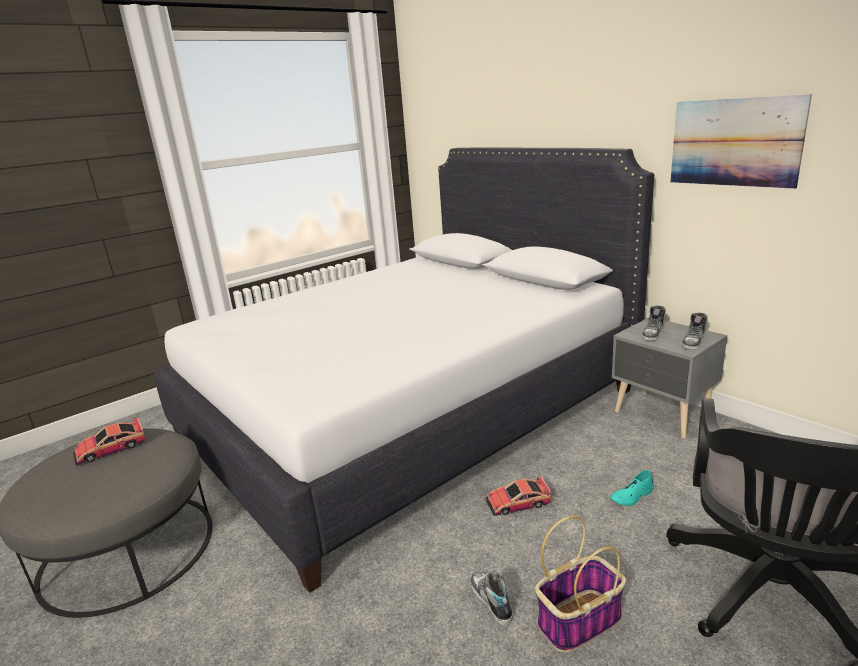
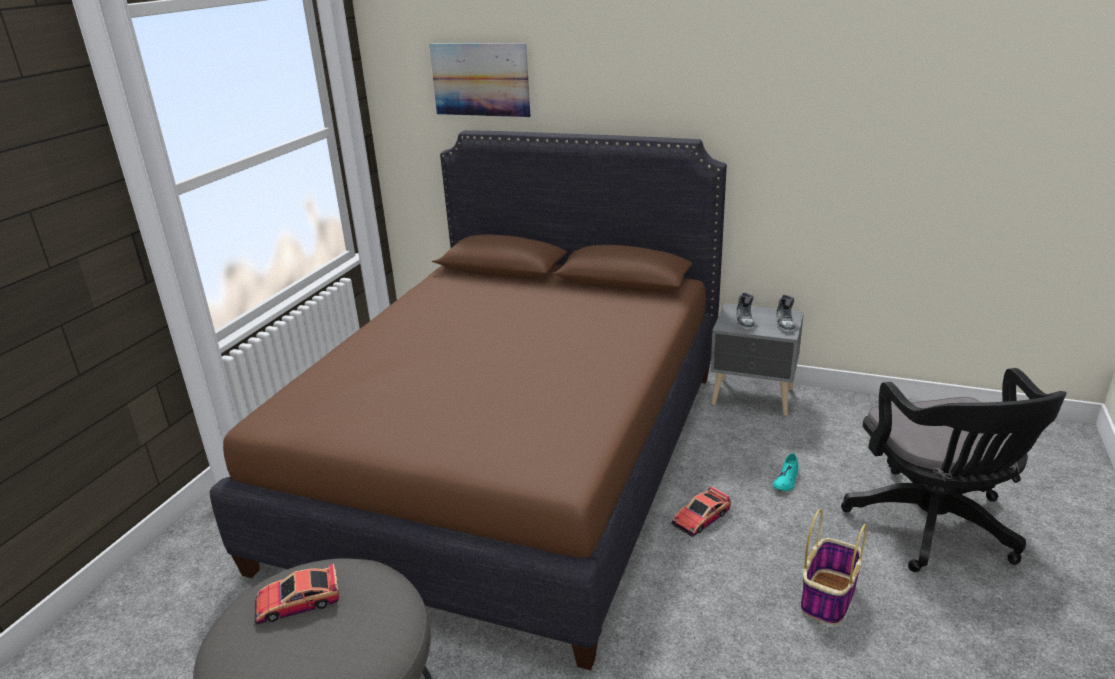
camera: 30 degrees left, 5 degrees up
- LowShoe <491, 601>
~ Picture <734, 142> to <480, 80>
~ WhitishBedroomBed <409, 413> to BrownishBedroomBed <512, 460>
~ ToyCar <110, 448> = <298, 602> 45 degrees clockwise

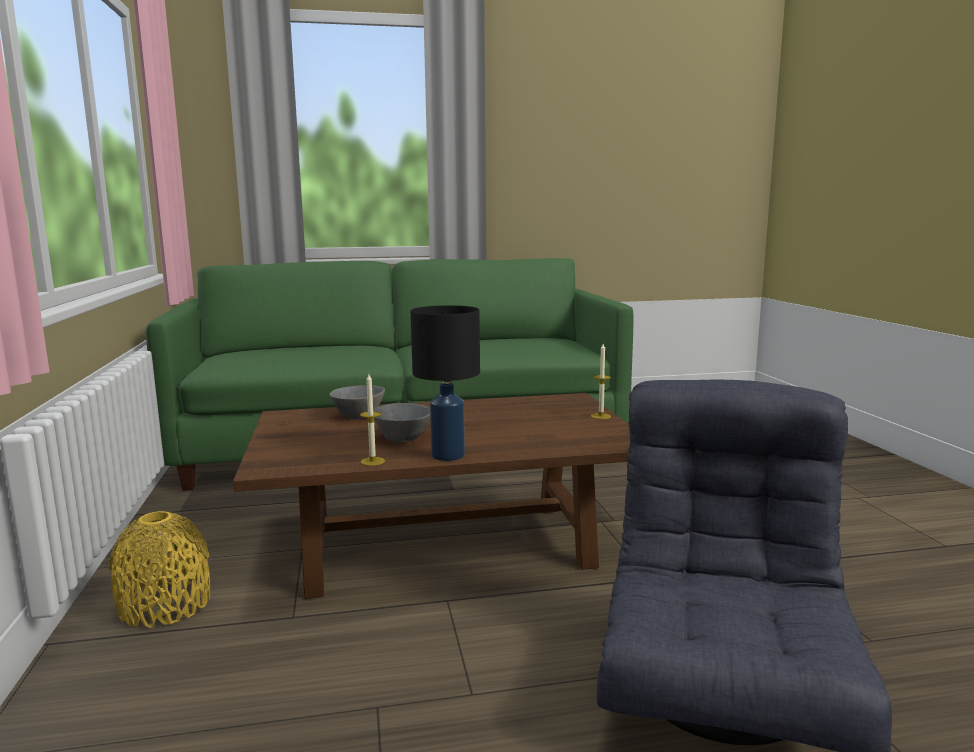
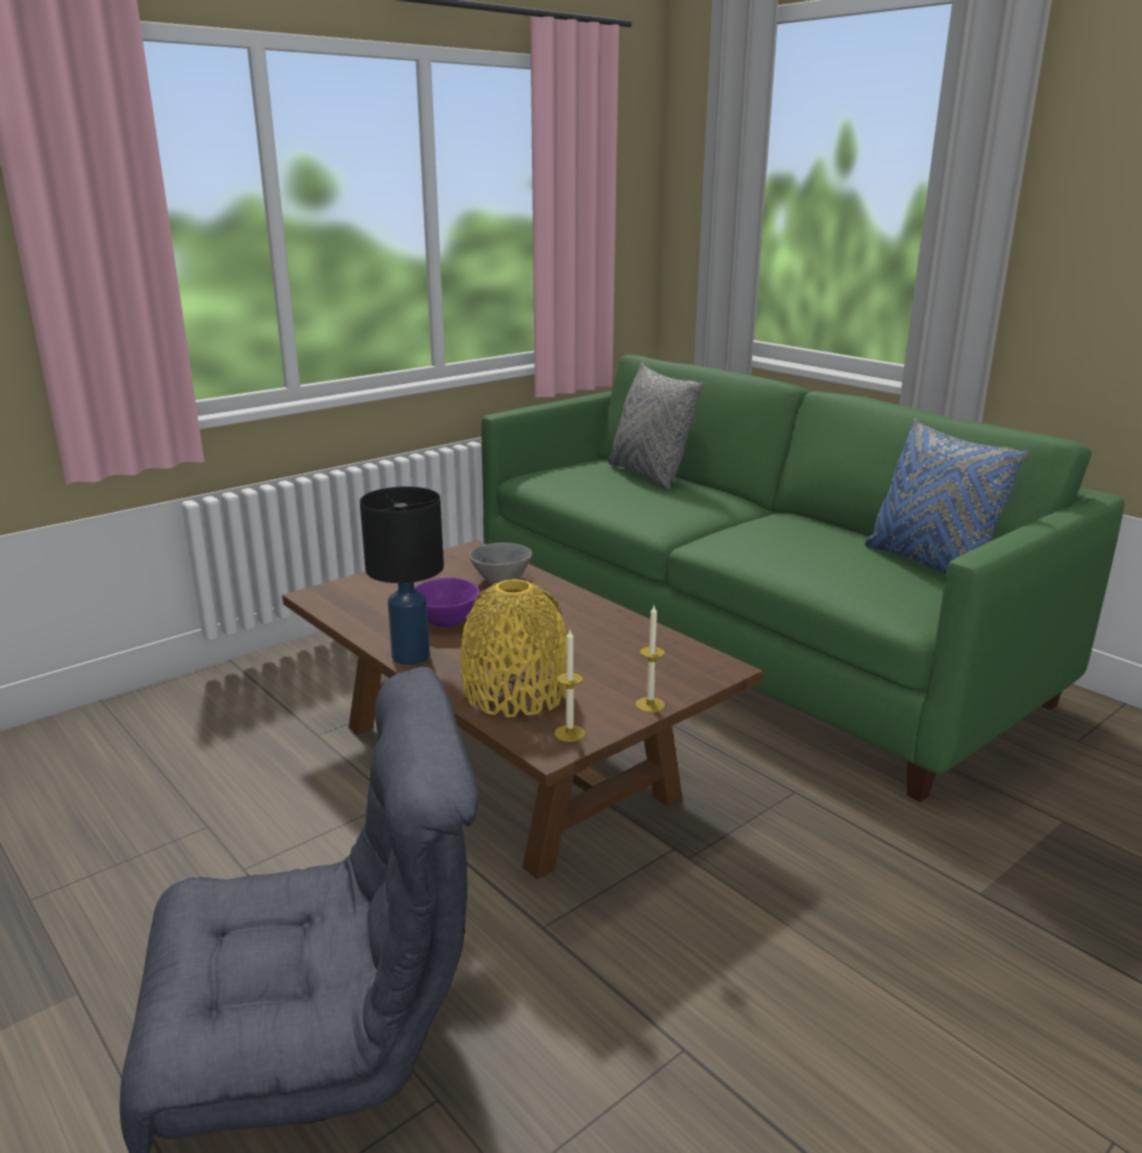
camera: 60 degrees right, 10 degrees up
+ GreyishCushion <648, 475>
+ BlueColouredCushion <928, 563>
~ YellowColouredFlowerVase <165, 605> to <516, 692>
~ WaxLight <372, 461> to <569, 733>
~ GreyishServingBowl <401, 439> to PurpleColouredServingBowl <444, 621>

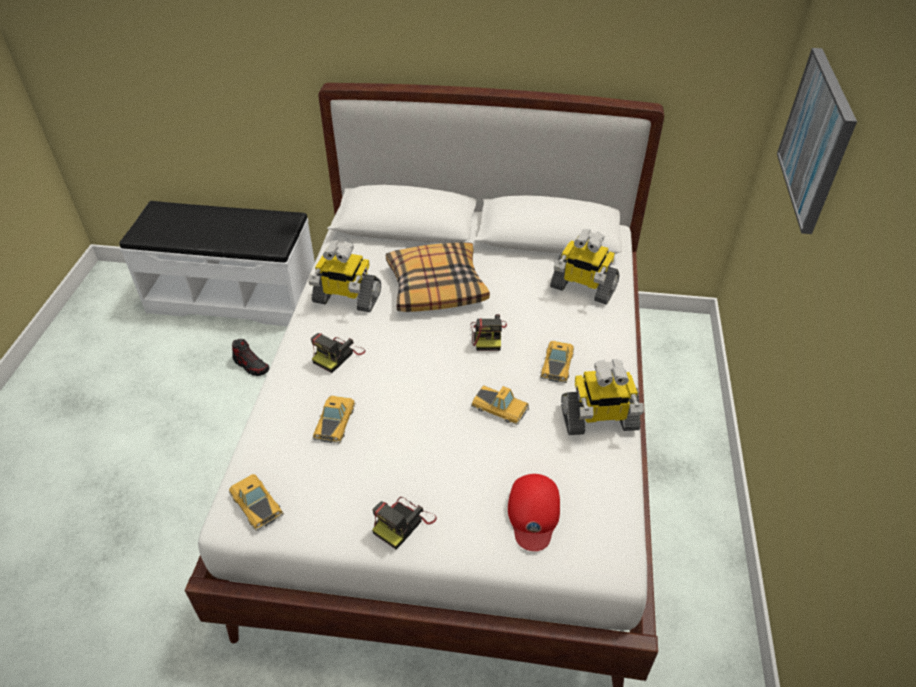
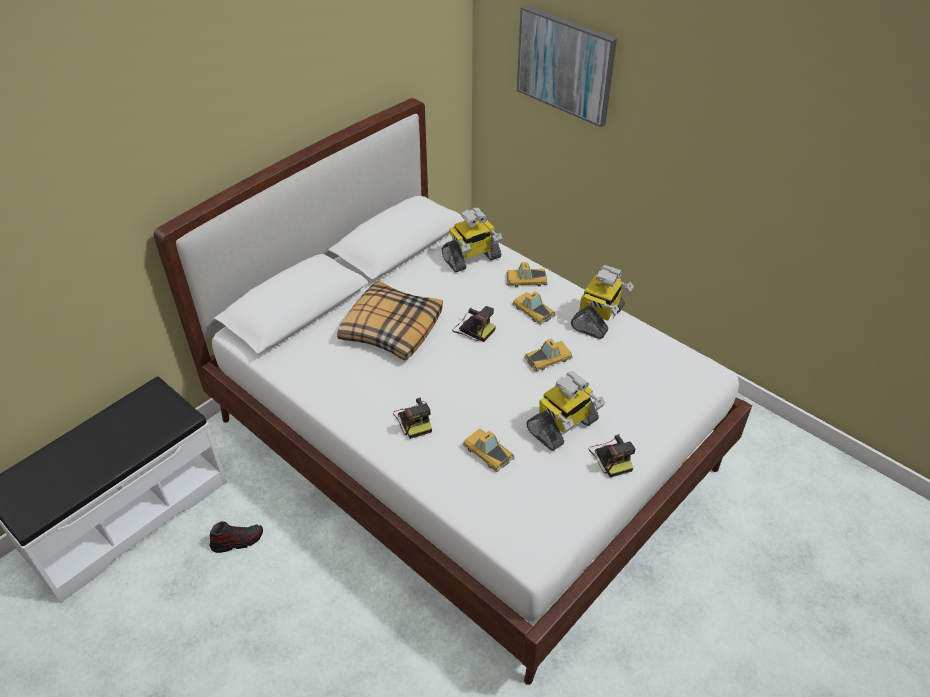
camera: 55 degrees left, 0 degrees up
- ReddishBaseballCap <533, 513>
~ ToyCar <256, 503> to <525, 279>
~ RobotFigure <346, 298> to <562, 427>

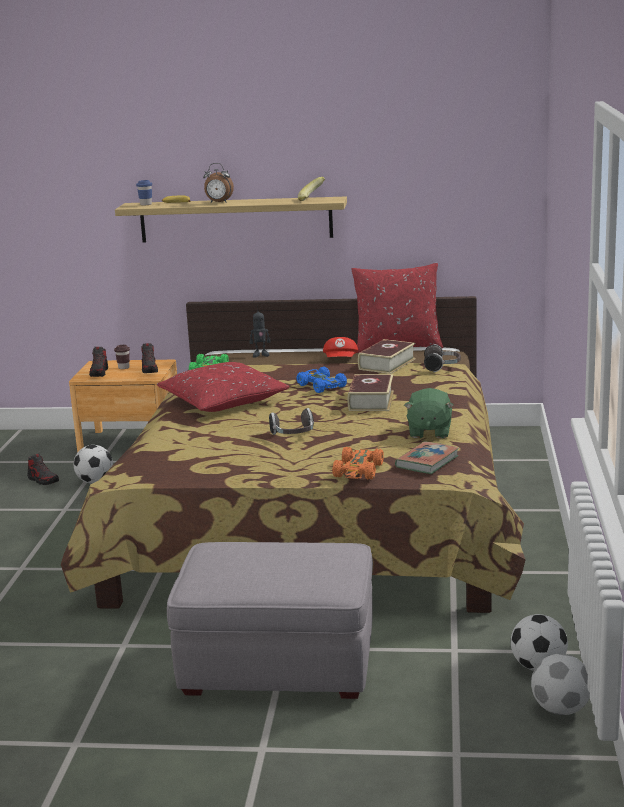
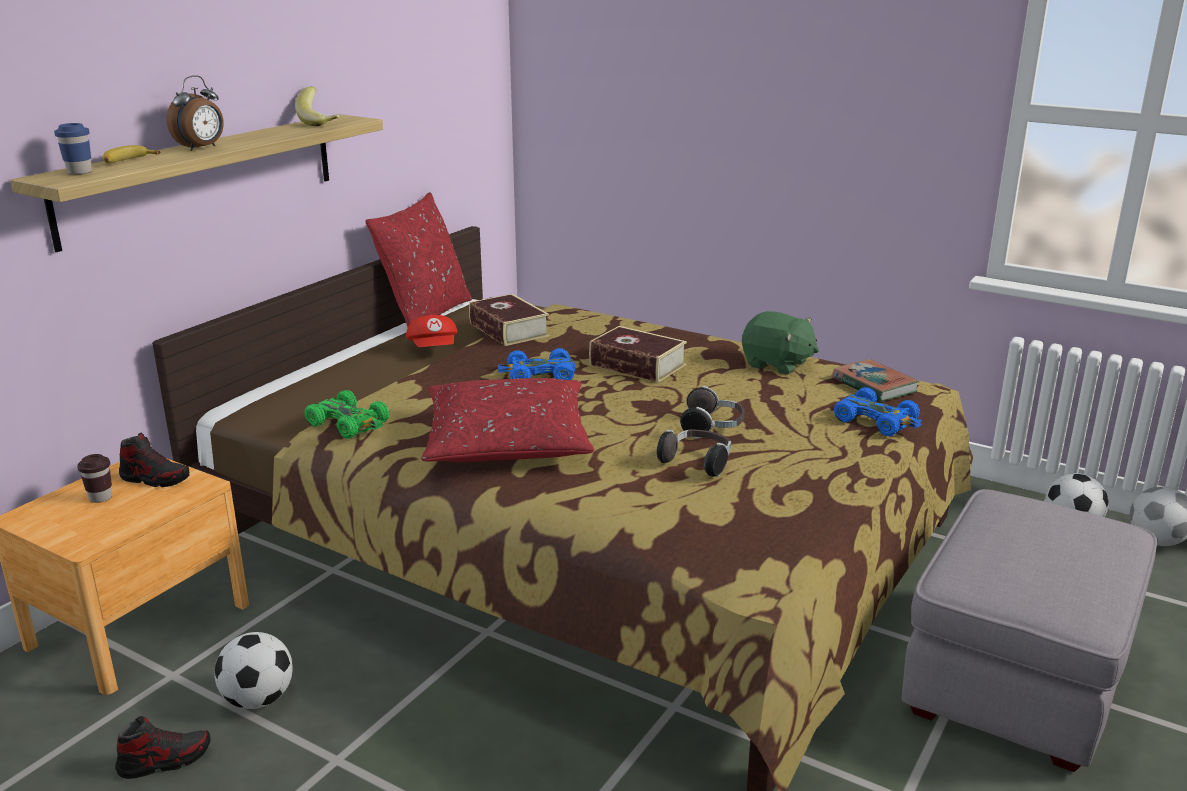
camera: 65 degrees left, 5 degrees up
- LowShoe <99, 373>
- RobotFigure <260, 355>
~ Headset <442, 367> to <697, 463>
~ OrangeColouredToyCar <358, 471> to BlueColouredToyCar <877, 421>
~ ReddishBaseballCap <341, 361> = <434, 349> 45 degrees clockwise

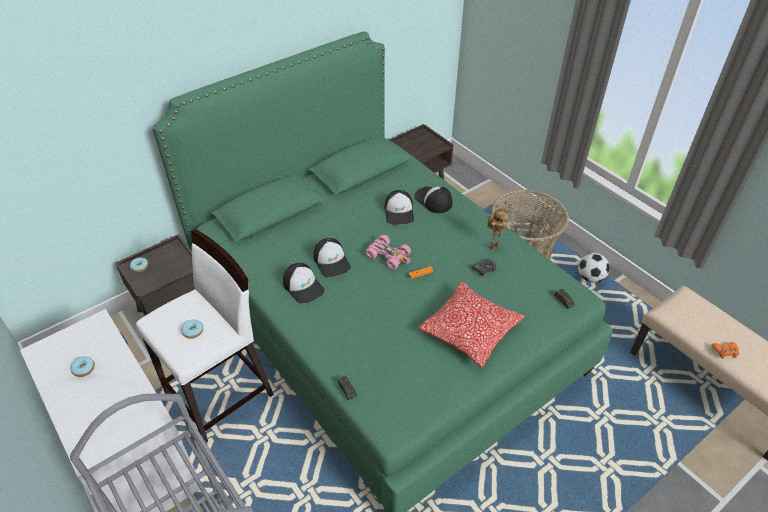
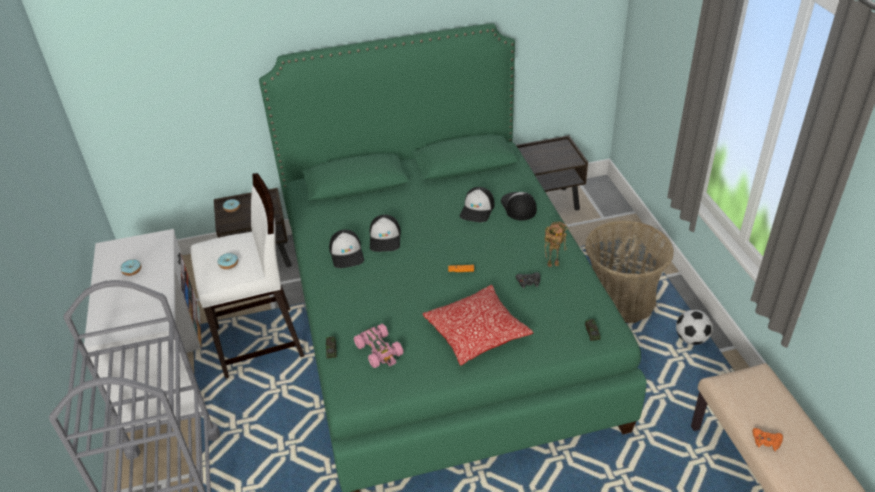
camera: 25 degrees right, 5 degrees down
~ PinkishToyCar <389, 256> to <379, 350>

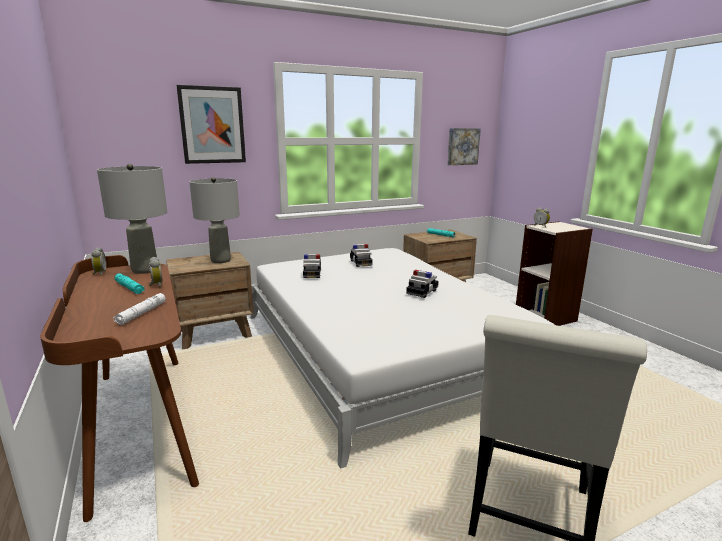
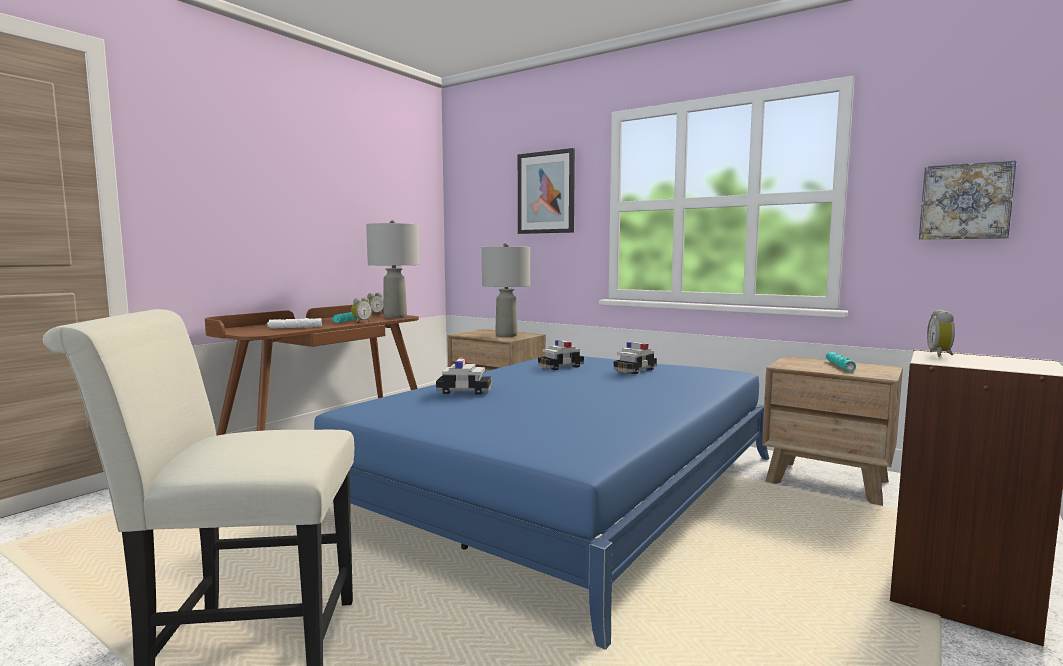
camera: 60 degrees right, 10 degrees down
~ ToyCar <422, 292> to <464, 391>
~ WhitishBedroomBed <379, 350> to BlueColouredBedroomBed <566, 486>

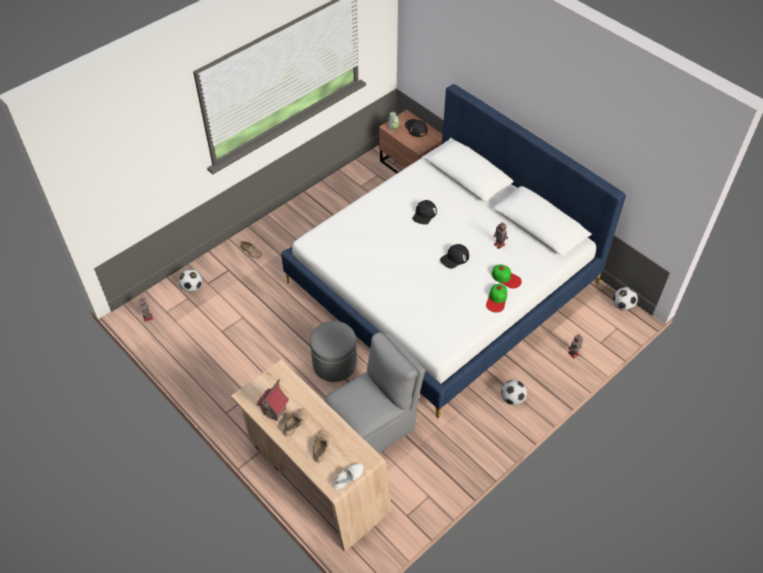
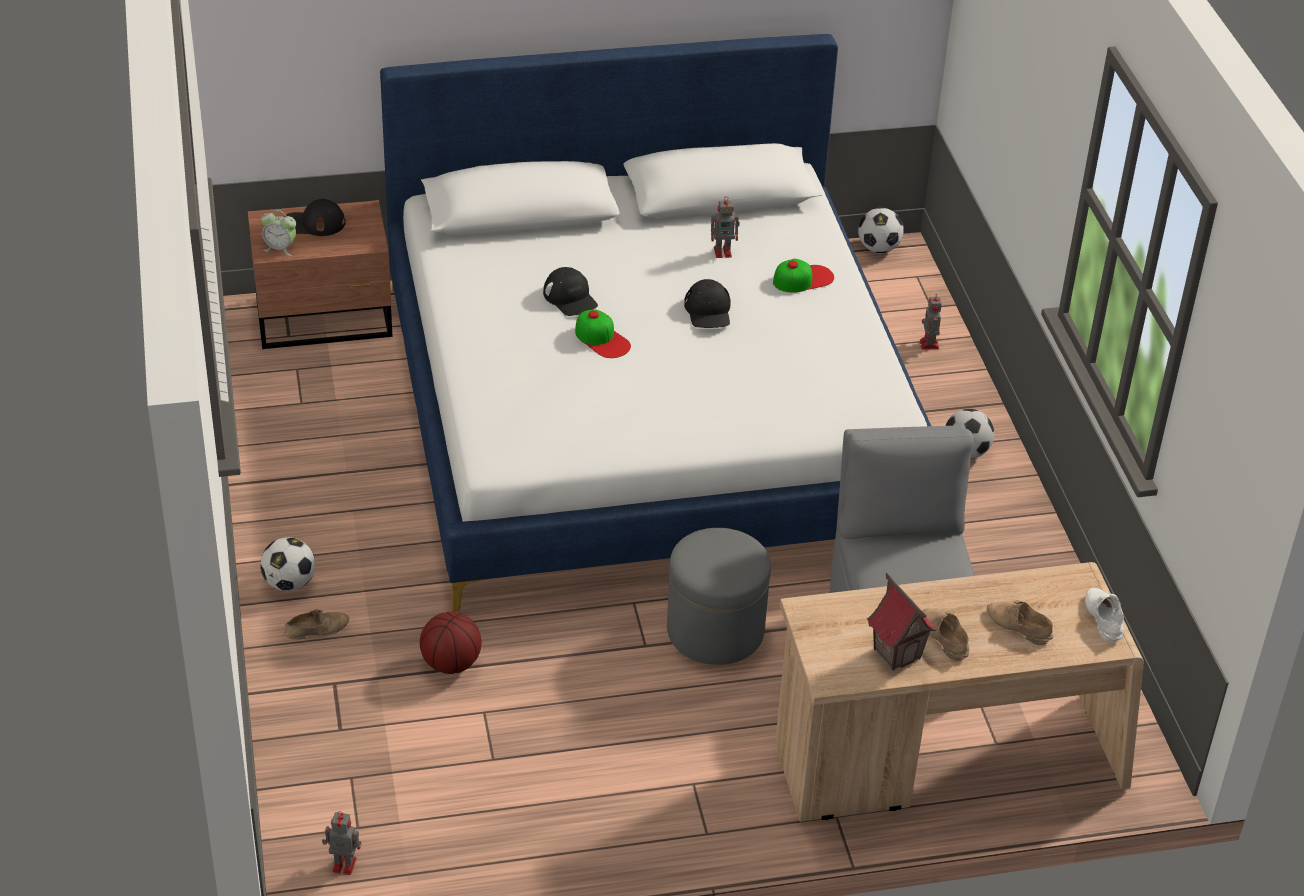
camera: 60 degrees left, 10 degrees down
+ BallForBasketball <450, 664>
~ FootballBall <192, 287> to <289, 583>
~ BaseballCap <497, 299> to <602, 339>

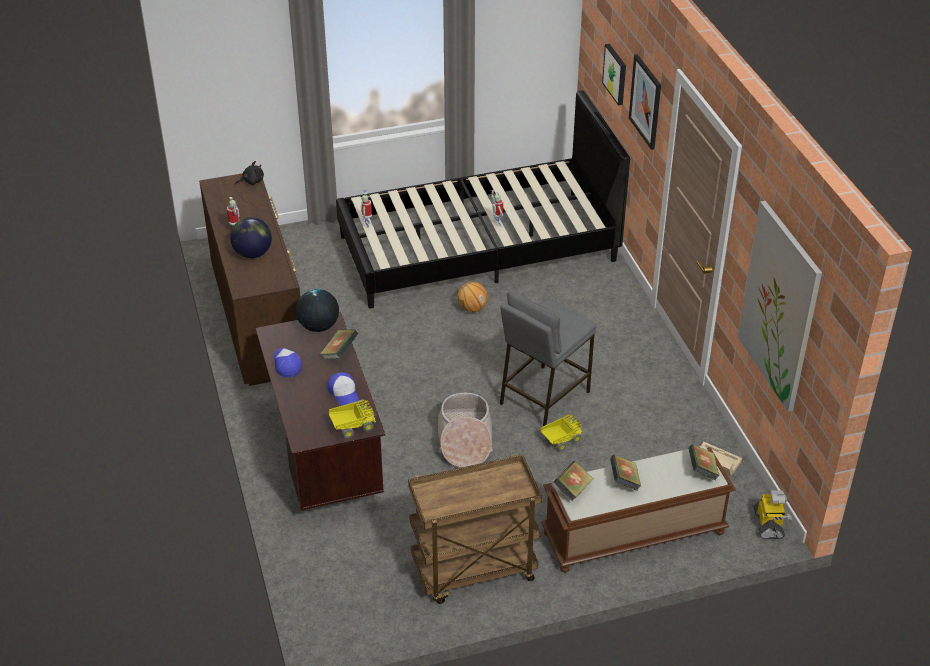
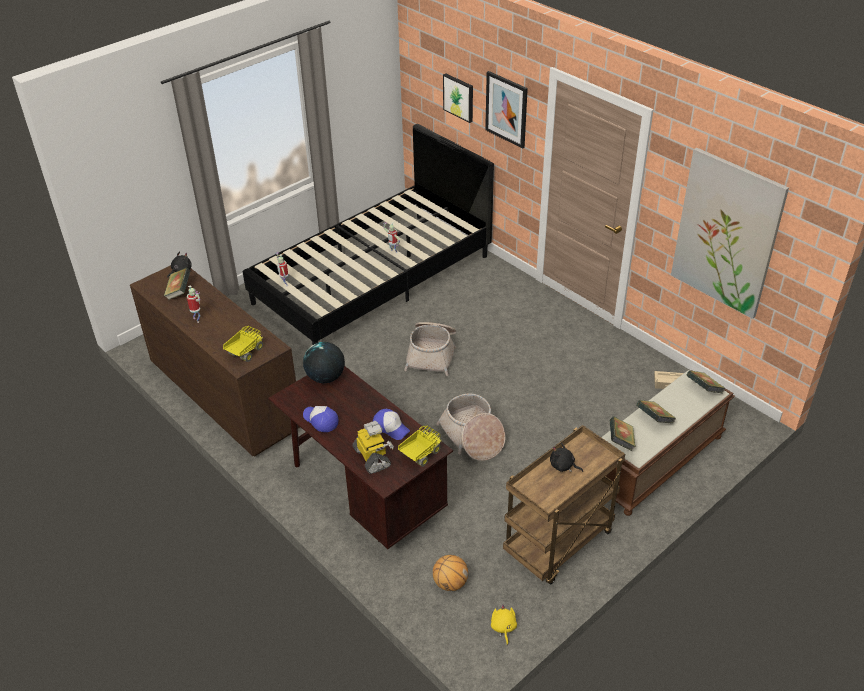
camera: 25 degrees left, 0 degrees up
- WorldGlobe <253, 254>
- GreyishSittingStool <543, 397>
+ StorageBasket <432, 354>
+ YellowColouredSoftToy <503, 628>
+ BlackishSoftToy <563, 466>
~ Book <339, 353> to <179, 292>
~ BallForBasketball <472, 308> to <450, 583>
~ ToyLorry <561, 440> to <245, 353>
~ RobotFigure <769, 524> to <373, 458>

